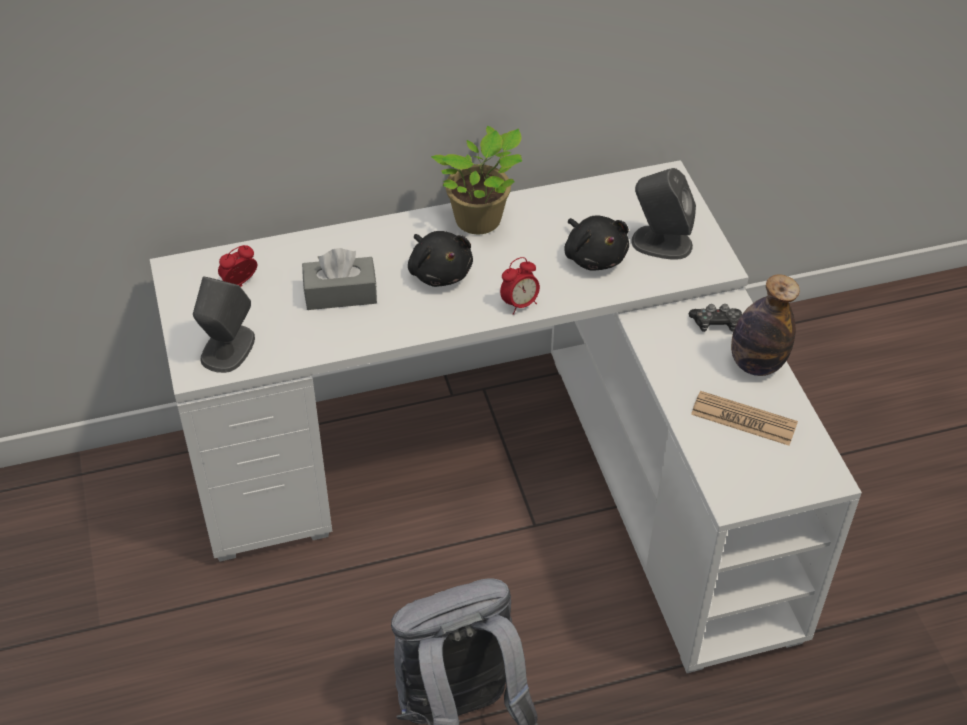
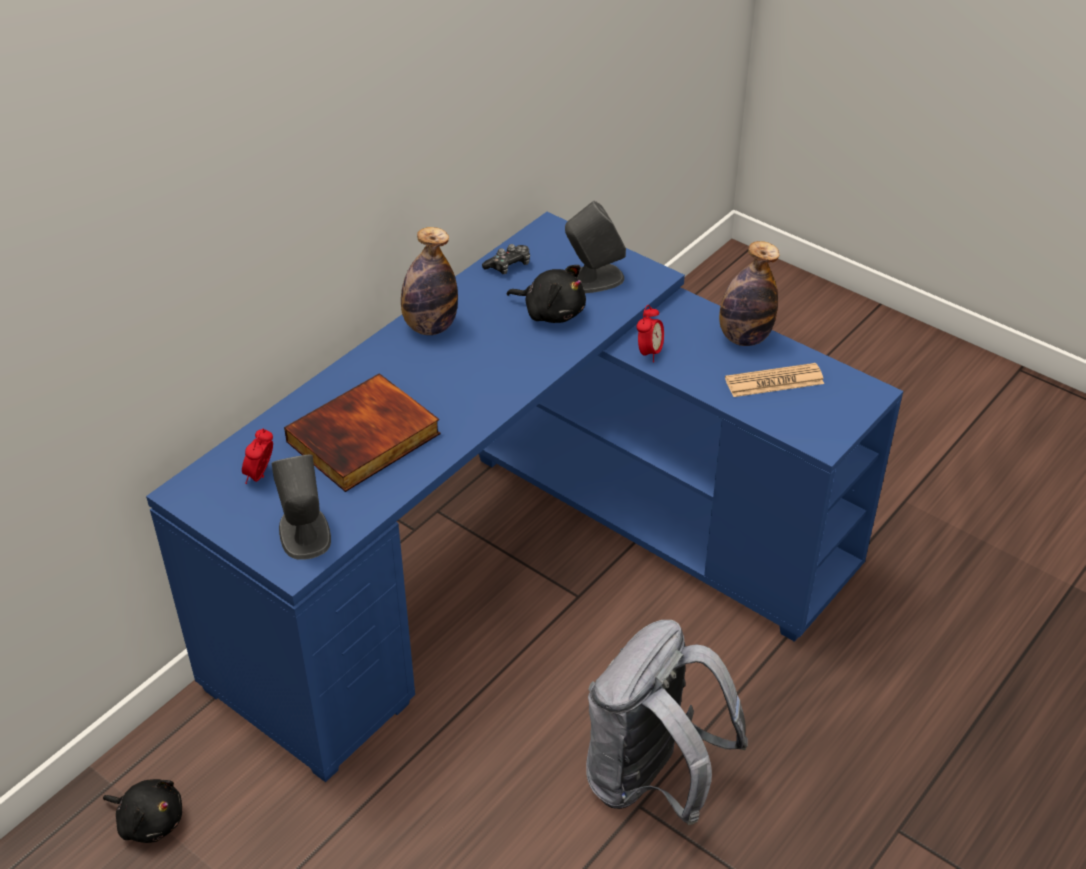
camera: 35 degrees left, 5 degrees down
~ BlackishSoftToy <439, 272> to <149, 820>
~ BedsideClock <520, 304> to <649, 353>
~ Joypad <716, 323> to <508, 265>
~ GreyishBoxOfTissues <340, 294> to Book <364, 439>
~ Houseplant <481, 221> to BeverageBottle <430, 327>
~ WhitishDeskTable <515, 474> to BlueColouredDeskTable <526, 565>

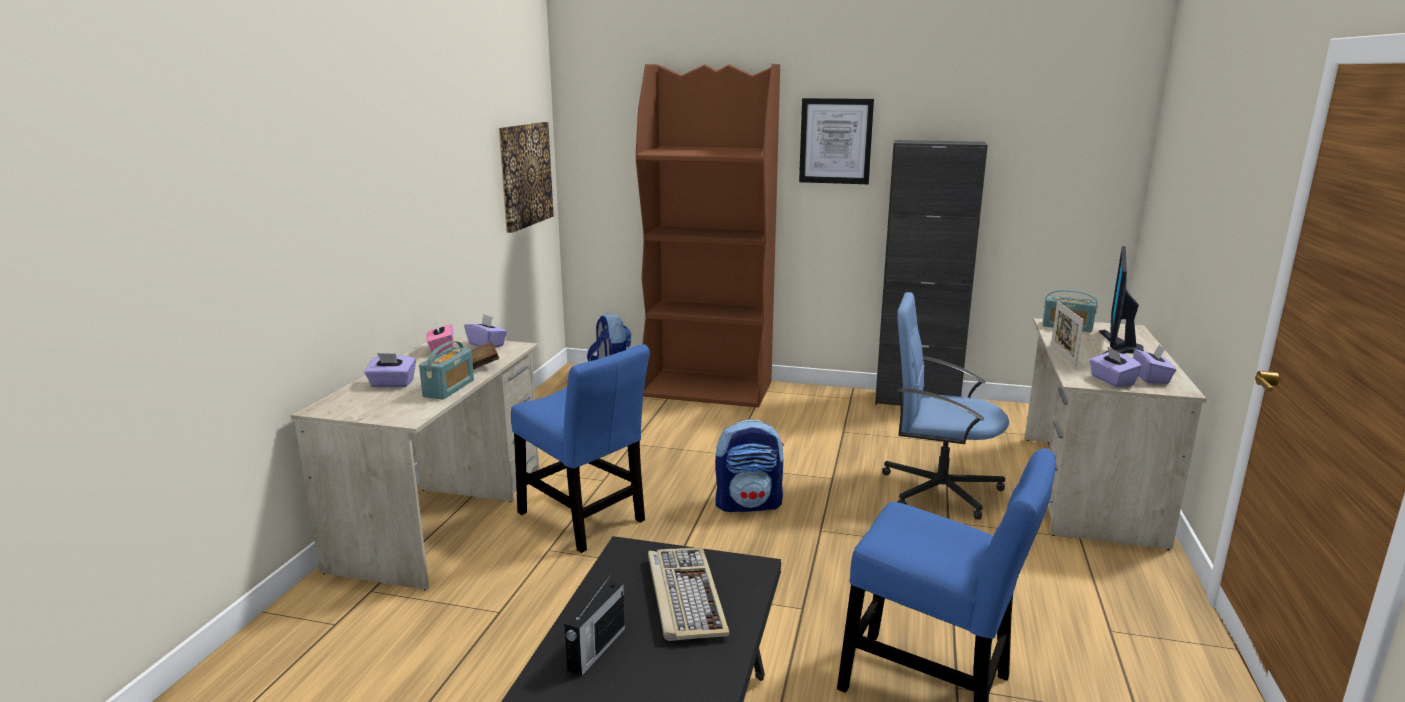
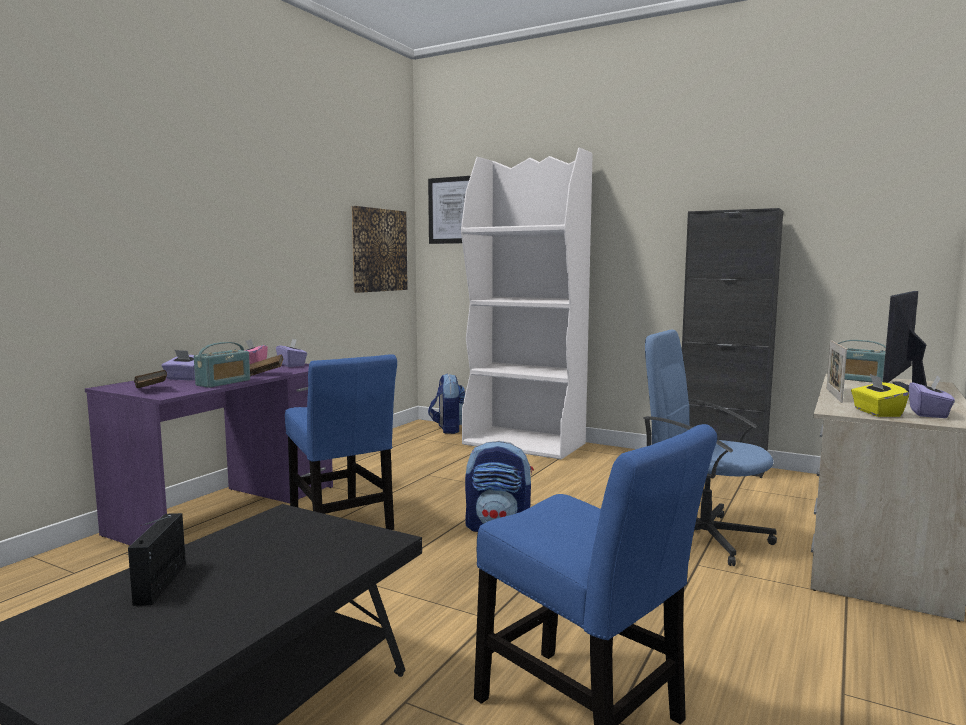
camera: 15 degrees right, 10 degrees down
- ComputerKeyboard <684, 595>
+ BrownishBook <151, 389>
~ Picture <835, 141> to <452, 210>
~ BeigeColouredDeskTable <442, 518> to PurpleColouredDeskTable <228, 509>
~ BrownishShelvingUnit <709, 389> to WhitishShelvingUnit <525, 444>
~ PurpleColouredBoxOfTissues <1111, 381> to YellowColouredBoxOfTissues <876, 413>
~ RadioReceiver <596, 650> = <162, 583> 135 degrees clockwise

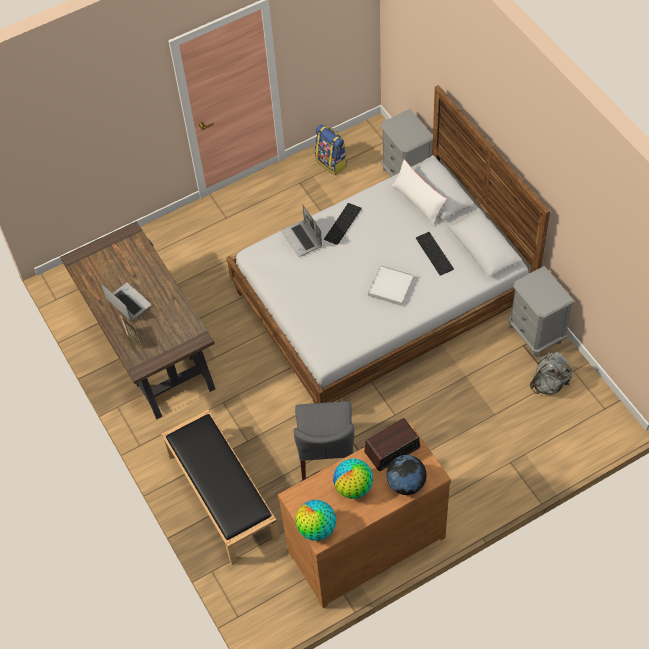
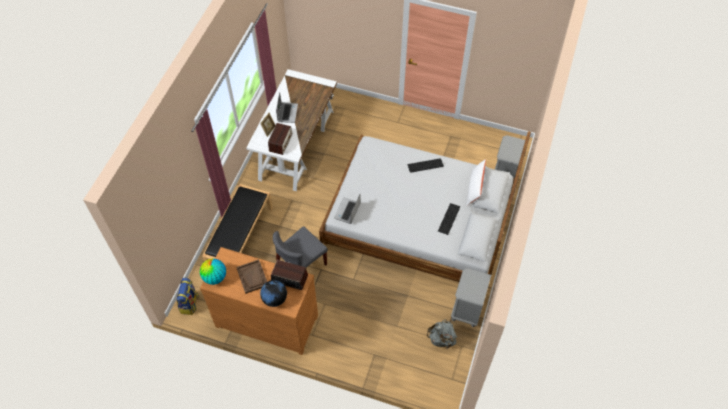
camera: 45 degrees right, 0 degrees up
- WhitishCarryingTray <390, 286>
+ RadioReceiver <280, 142>
~ NotebookComputer <302, 239> to <347, 211>
~ Backpack <332, 163> to <190, 304>
~ WorldGlobe <353, 487> to BrownishCarryingTray <252, 277>
~ BrownishDeskTable <147, 342> to WhitishDeskTable <296, 145>

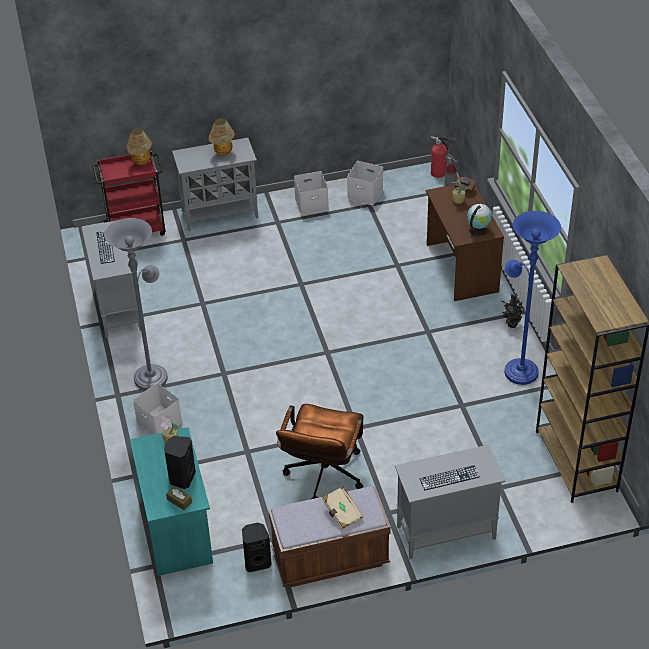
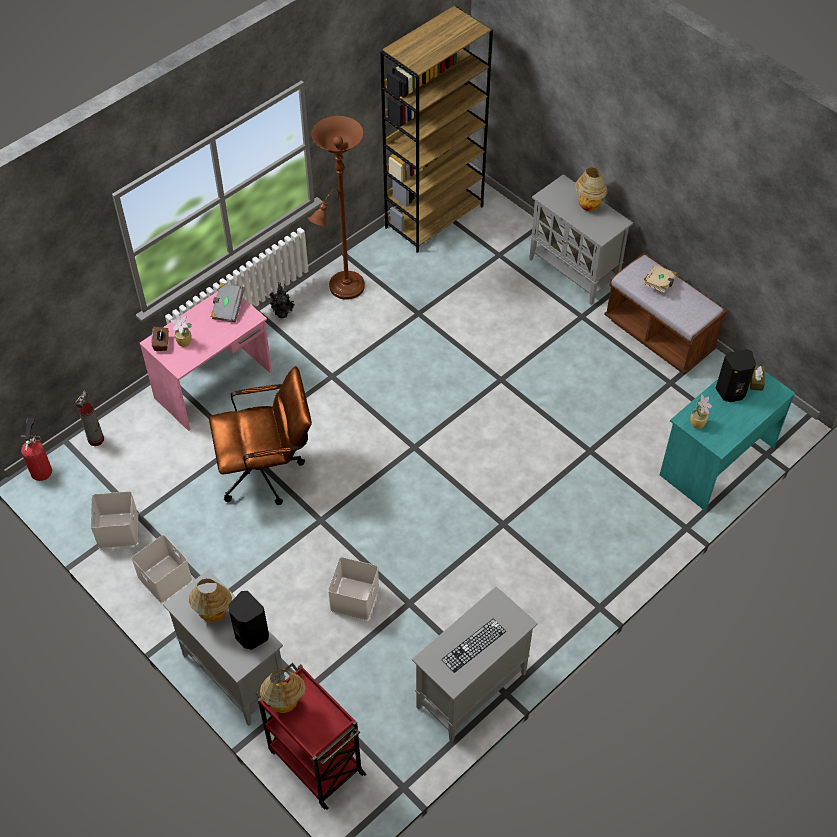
camera: 120 degrees left, 10 degrees up
- GreyishFloorLamp <152, 375>
~ WhitishStorageContainer <158, 422> to <355, 599>
~ BlackishLoudspeaker <257, 562> to <250, 635>
~ BrownishDeskChair <323, 478> to <267, 471>
~ ComputerKeyboard <449, 478> to LampForATable <588, 207>
~ WorldGlobe <478, 229> to GreyishBook <228, 308>
~ BrownishDeskTable <461, 268> to PinkishDeskTable <214, 385>
~ BlueColouredFloorLamp <518, 369> to BrownishFloorLamp <343, 289>

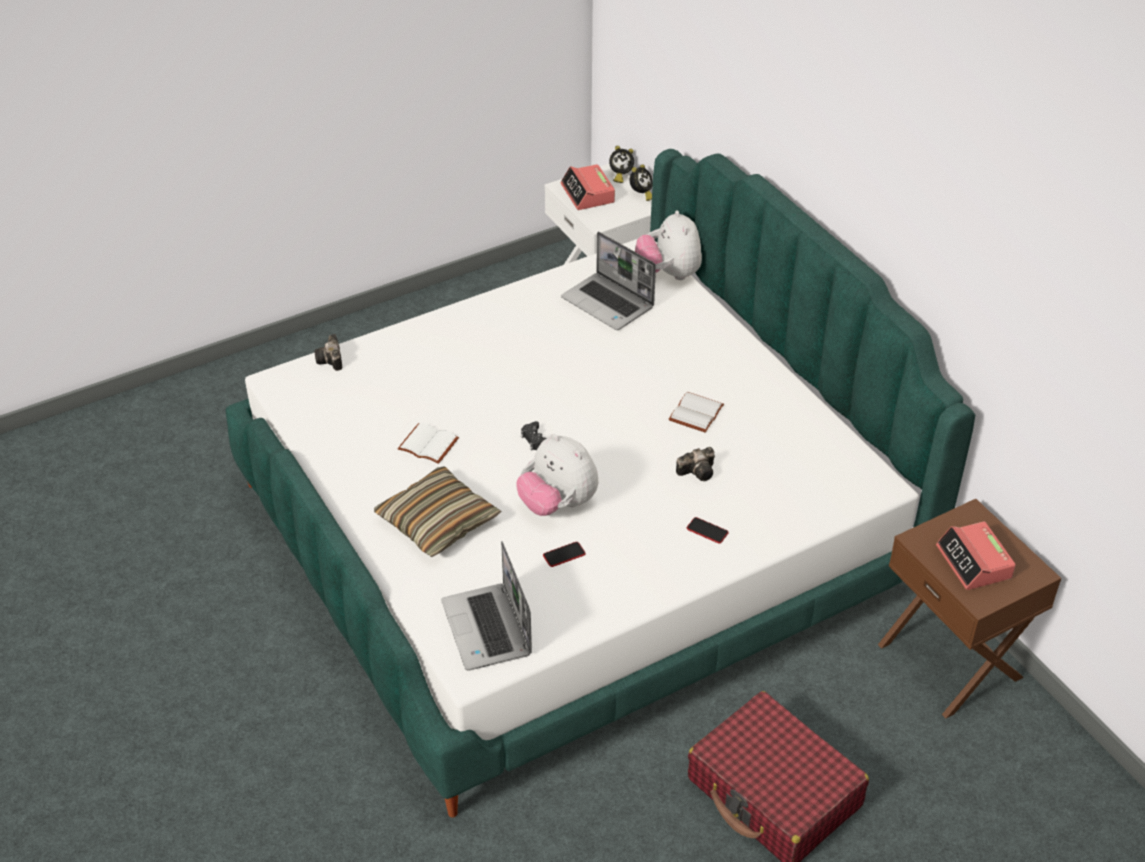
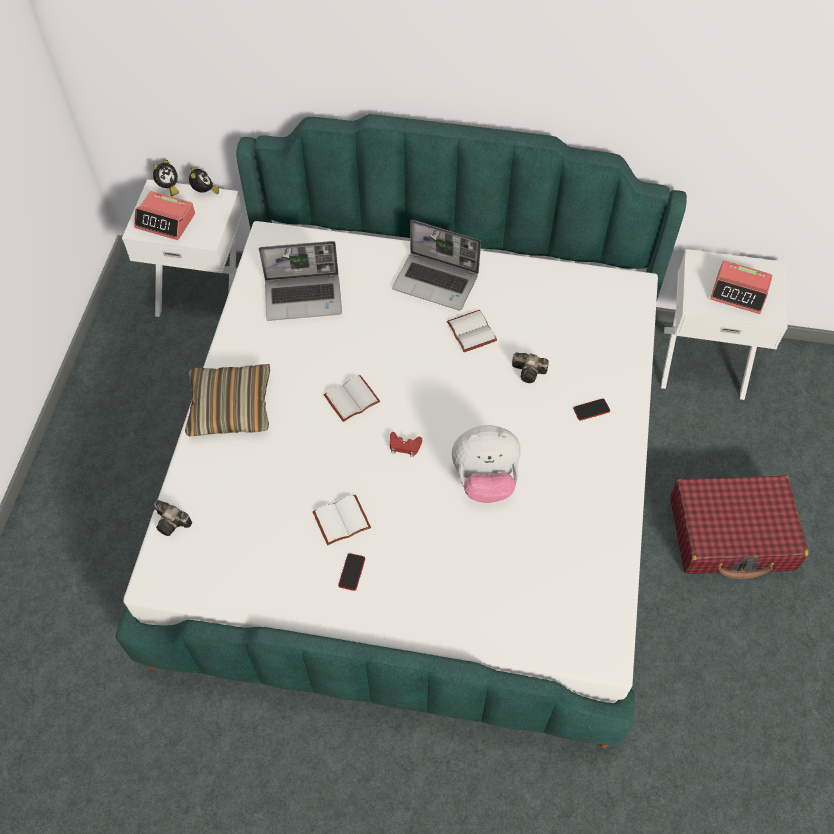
camera: 50 degrees left, 15 degrees up
- SoftToy <668, 274>
+ WhitishBook <352, 400>
~ Cushion <438, 522> to <230, 407>
~ NotebookComputer <488, 629> to <436, 282>
~ Telephone <564, 555> to <352, 572>
~ BlackishJoypad <535, 439> to ReddishJoypad <404, 446>
~ BrownishNightstand <951, 660> to WhitishNightstand <703, 361>
~ PhotoCamera <699, 471> = <530, 372> 90 degrees clockwise

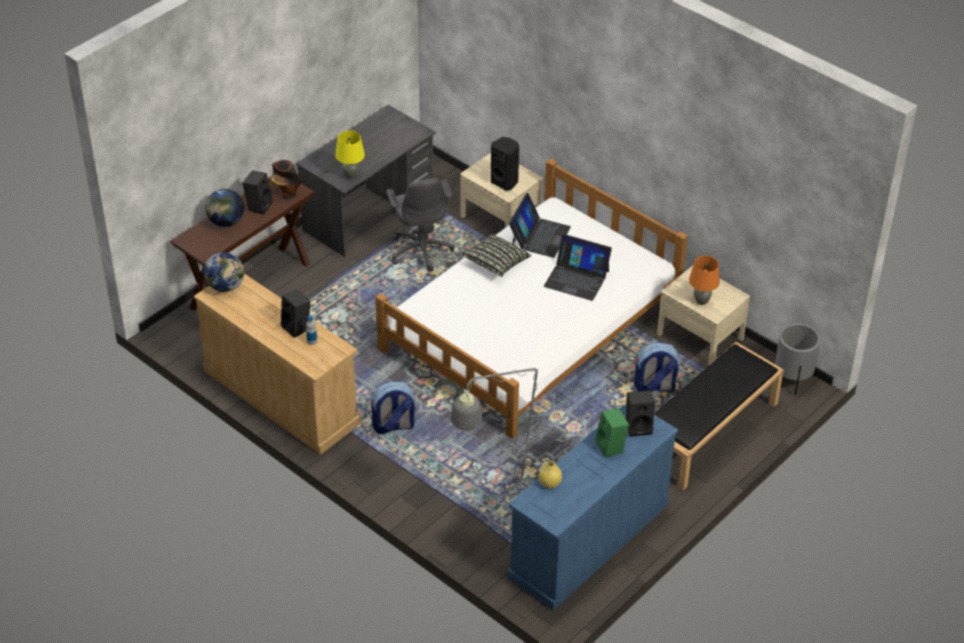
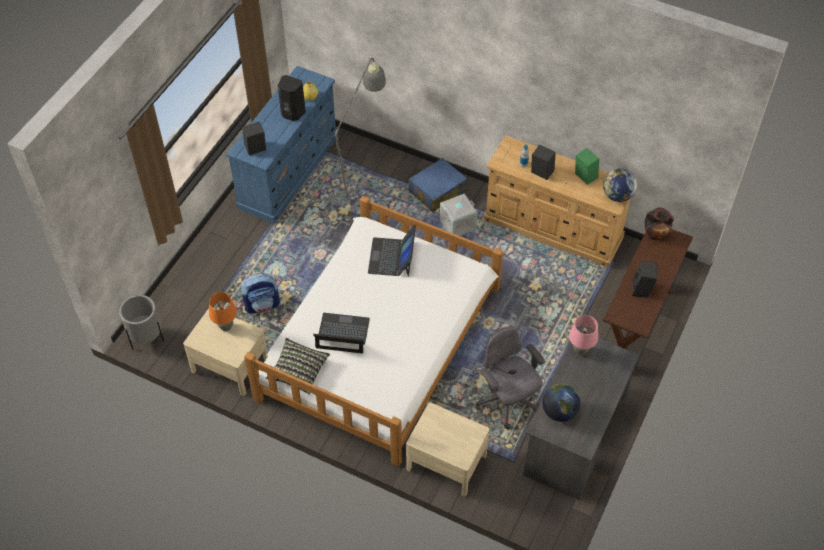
camera: 165 degrees right, 10 degrees up
- BlackishIndoorBench <707, 432>
+ BlueColouredPieceOfLuggage <437, 191>
~ WorldGlobe <226, 222> to <559, 411>
~ FlowerVase <286, 194> to <655, 235>
~ Cushion <495, 263> to <298, 371>
~ BlackishLoudspeaker <505, 182> to <292, 113>
~ NotebookComputer <539, 236> to <392, 257>
~ GreenishLoudspeaker <611, 447> to <584, 177>
~ Backpack <393, 426> to GreyishStorageContainer <457, 224>
~ YellowColouredLampForATable <351, 176> to PinkishLampForATable <580, 351>

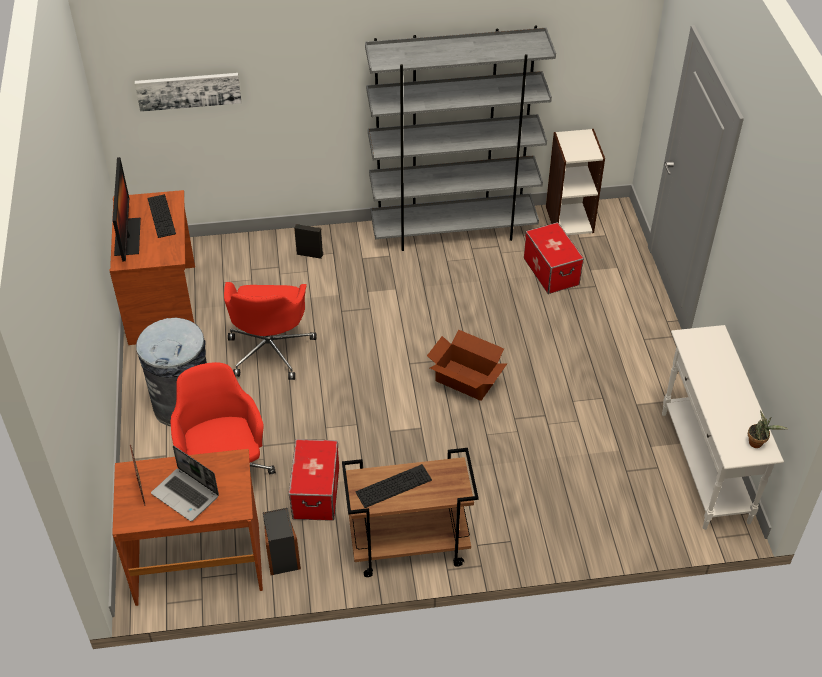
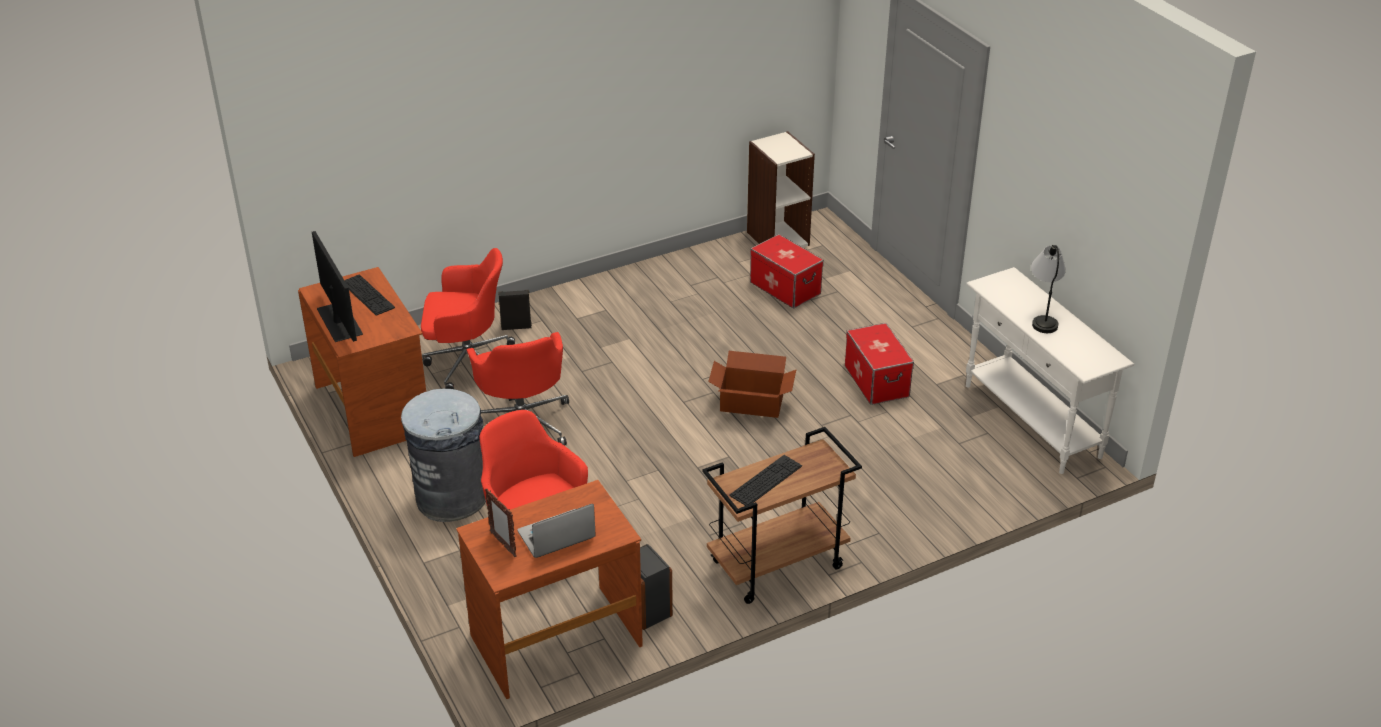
camera: 20 degrees left, 10 degrees down
- Picture <188, 90>
- GreyishShelvingUnit <454, 230>
- Houseplant <757, 443>
+ ReddishDeskChair <468, 362>
+ LampForATable <1043, 315>
~ StorageContainer <316, 492> to <877, 381>
~ NotebookComputer <186, 495> = <556, 536> 135 degrees clockwise

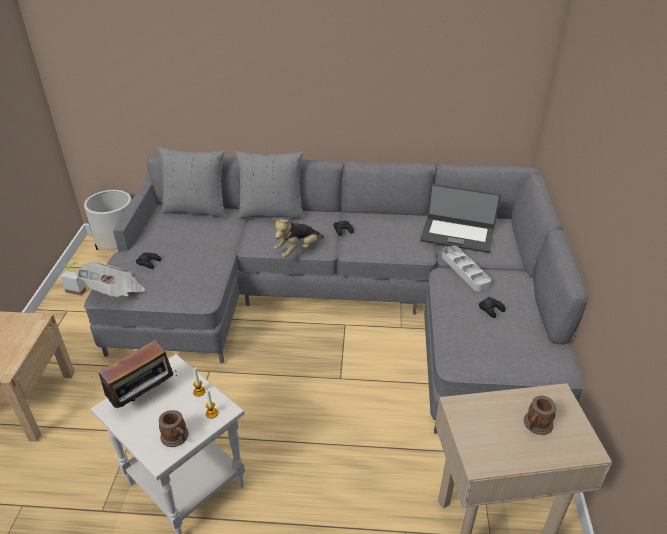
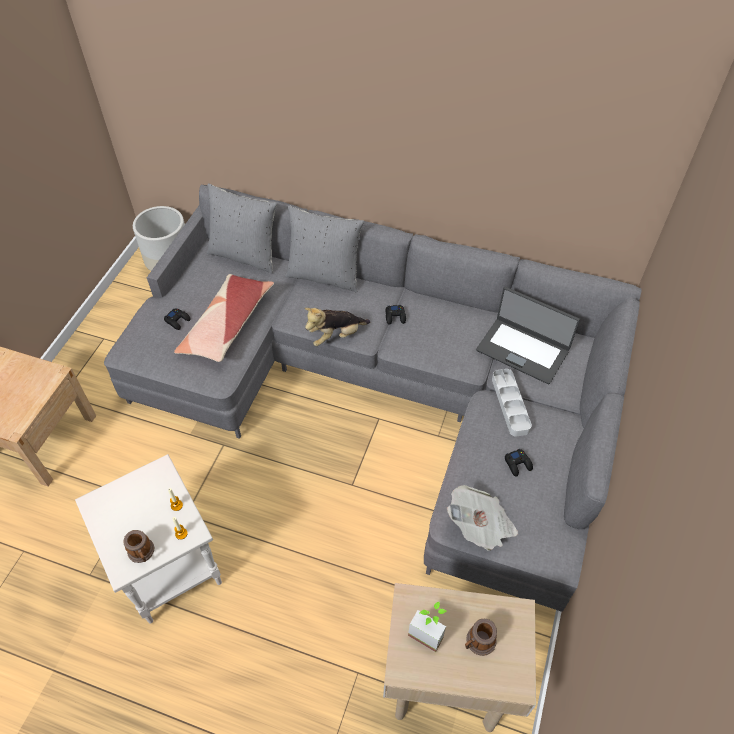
camera: 15 degrees right, 15 degrees up
- RadioReceiver <144, 397>
+ Cushion <227, 325>
~ Houseplant <78, 289> to <428, 631>
~ DailyPaper <115, 292> to <480, 526>

